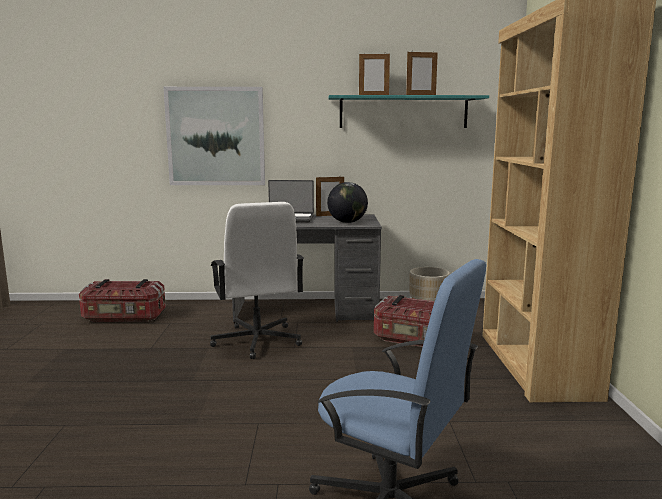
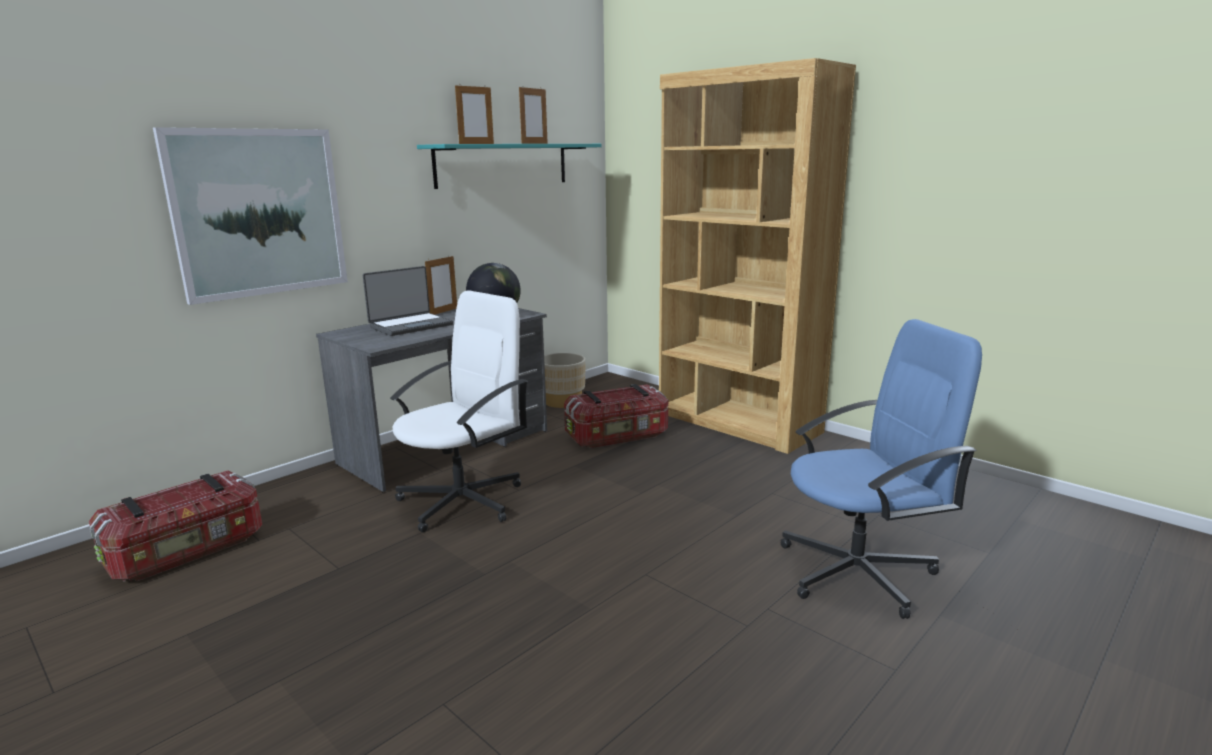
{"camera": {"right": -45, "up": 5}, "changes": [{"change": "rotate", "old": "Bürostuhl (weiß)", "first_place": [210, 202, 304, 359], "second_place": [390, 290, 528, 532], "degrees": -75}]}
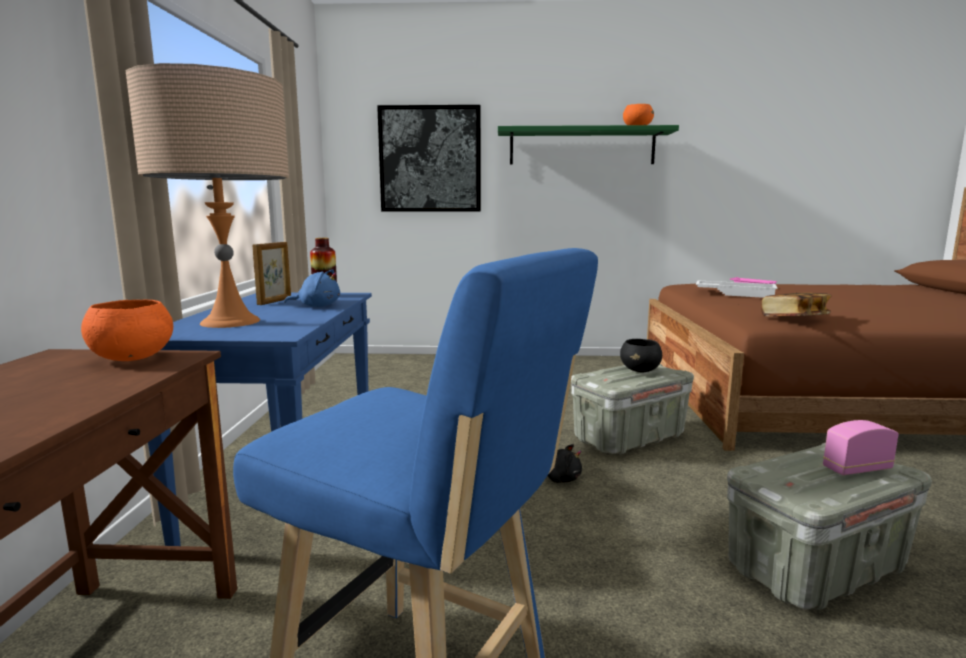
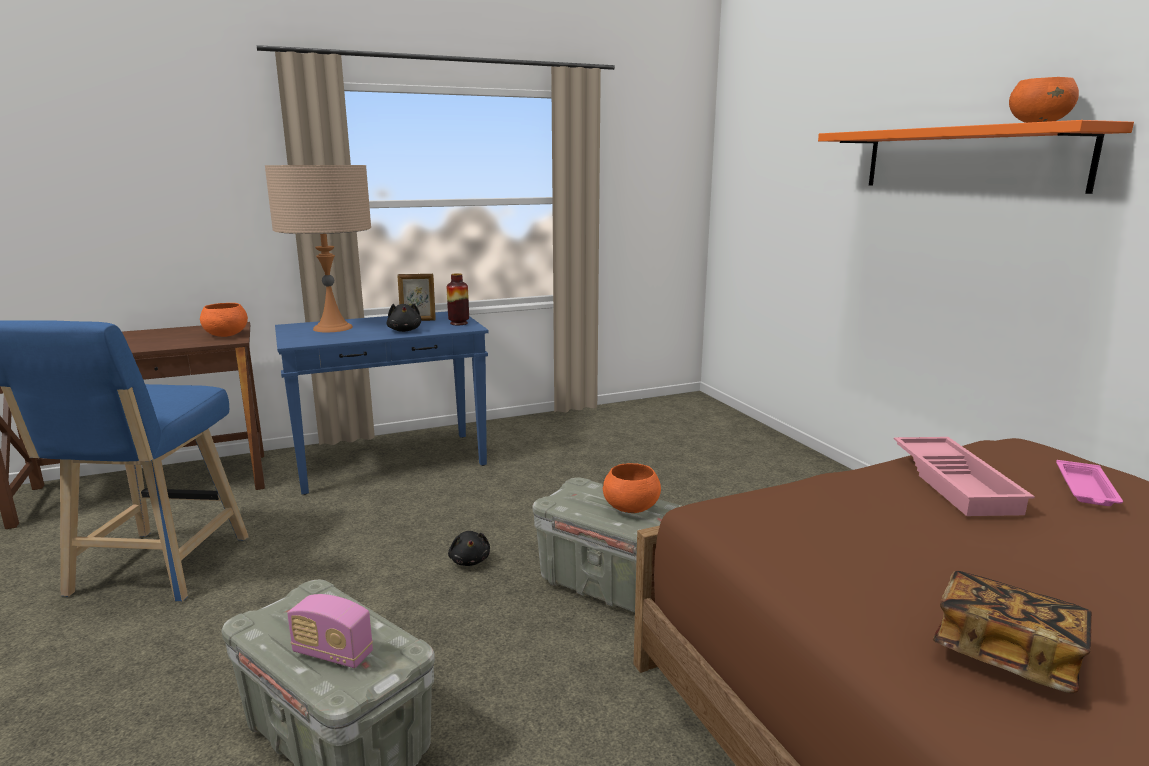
{"camera": {"right": 65, "up": 5}, "changes": [{"change": "delete", "old": "Bild", "first_place": [377, 105, 481, 212]}, {"change": "recolor", "old": "Wandregal (grün)", "new": "Wandregal (orange)", "first_place": [498, 125, 679, 165], "second_place": [818, 120, 1134, 194]}, {"change": "recolor", "old": "Plüschtier (blau)", "new": "Plüschtier (schwarz)", "first_place": [284, 270, 340, 307], "second_place": [387, 303, 422, 332]}, {"change": "recolor", "old": "Tablett (weiß)", "new": "Tablett (rosa)", "first_place": [696, 281, 777, 298], "second_place": [894, 437, 1035, 516]}, {"change": "move", "old": "Buch", "first_place": [761, 293, 832, 316], "second_place": [933, 571, 1092, 693]}, {"change": "recolor", "old": "Schüssel (schwarz)", "new": "Schüssel (orange)", "first_place": [620, 339, 662, 372], "second_place": [603, 463, 661, 513]}, {"change": "rotate", "old": "Radio", "first_place": [823, 420, 899, 475], "second_place": [287, 594, 373, 668], "degrees": 150}]}
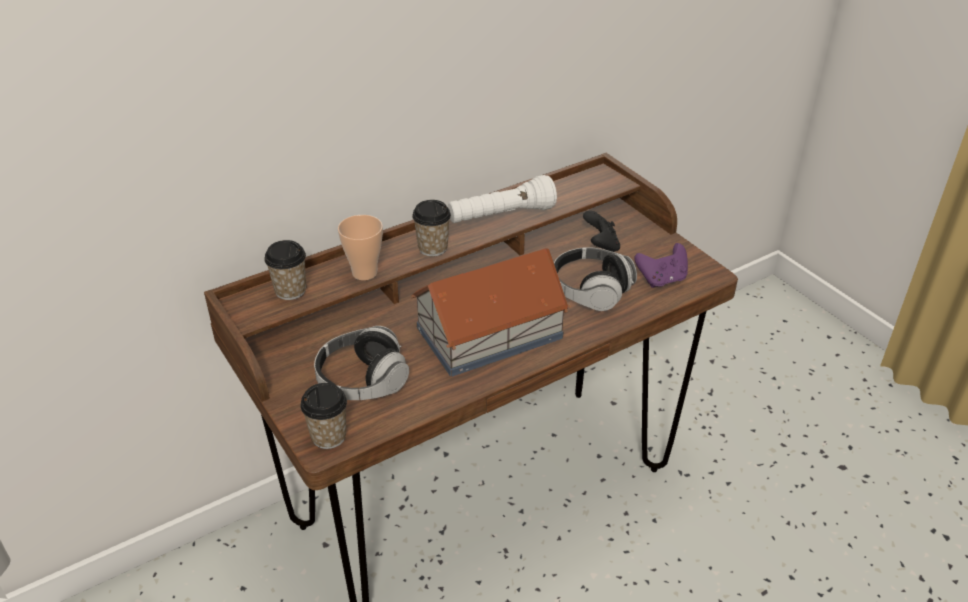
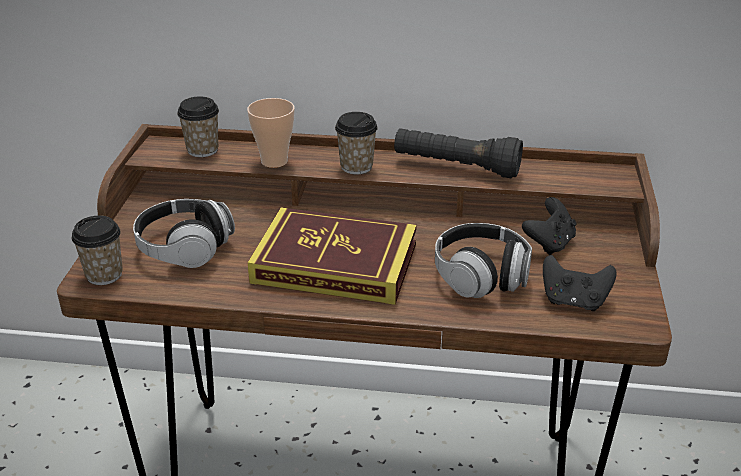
{"camera": {"right": 40, "up": -5}, "changes": [{"change": "recolor", "old": "Taschenlampe (weiß)", "new": "Taschenlampe (schwarz)", "first_place": [448, 175, 557, 223], "second_place": [394, 128, 523, 178]}, {"change": "recolor", "old": "Gamepad (lila)", "new": "Gamepad (schwarz)", "first_place": [634, 243, 688, 288], "second_place": [543, 255, 617, 311]}, {"change": "replace", "old": "Spielzeughaus", "new": "Buch", "first_place": [411, 248, 571, 377], "second_place": [248, 208, 417, 305]}]}
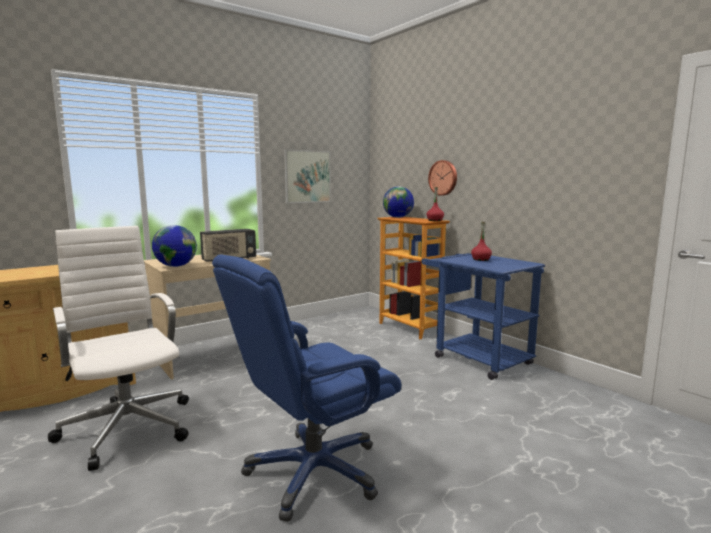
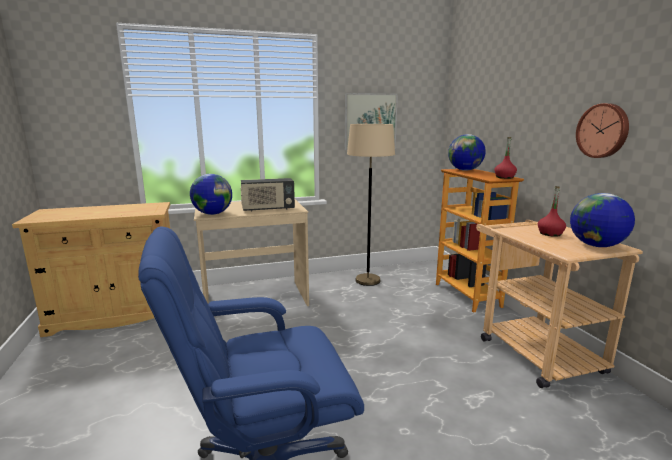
{"camera": {"right": 20, "up": 5}, "changes": [{"change": "move", "old": "Wanduhr", "first_place": [428, 160, 457, 196], "second_place": [576, 103, 629, 158]}, {"change": "delete", "old": "Bürostuhl (weiß)", "first_place": [48, 226, 189, 471]}, {"change": "recolor", "old": "Rollwagen (blau)", "new": "Rollwagen (beige)", "first_place": [422, 253, 545, 380], "second_place": [476, 220, 643, 388]}, {"change": "insert", "new": "Stehlampe (beige)", "second_place": [347, 124, 395, 286]}, {"change": "insert", "new": "Globus", "second_place": [570, 193, 635, 247]}]}
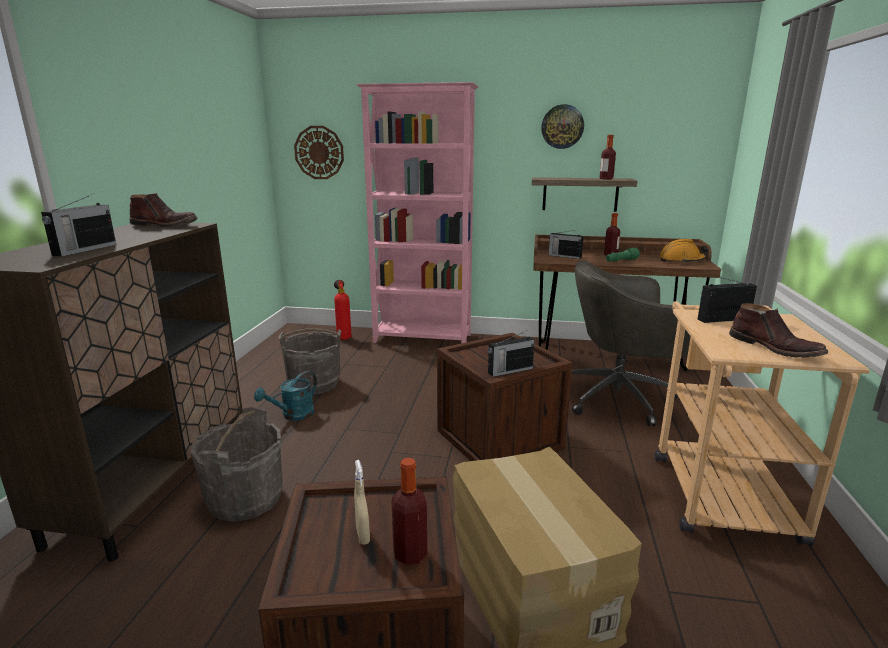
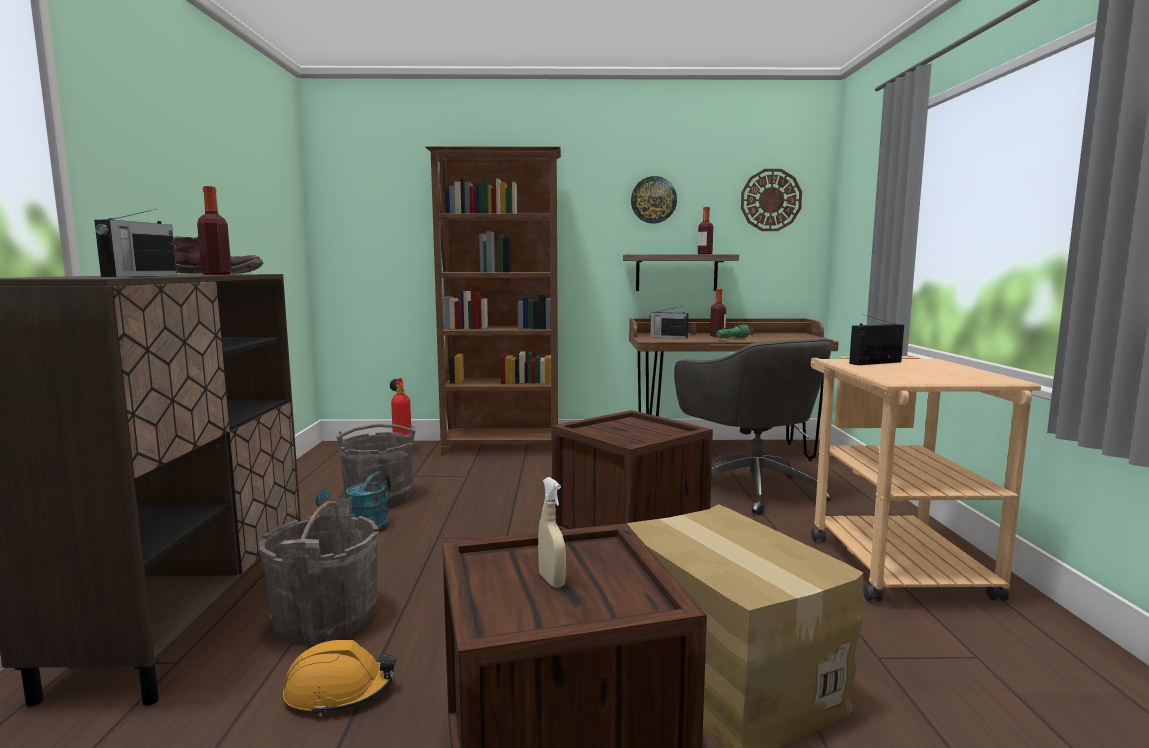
{"camera": {"right": -10, "up": -10}, "changes": [{"change": "recolor", "old": "Bücherregal (rosa)", "new": "Bücherregal (braun)", "first_place": [356, 82, 479, 343], "second_place": [425, 146, 561, 455]}, {"change": "move", "old": "Wanduhr", "first_place": [294, 126, 344, 179], "second_place": [741, 169, 802, 231]}, {"change": "move", "old": "Schutzhelm (orange)", "first_place": [659, 239, 709, 263], "second_place": [283, 640, 396, 717]}, {"change": "rotate", "old": "Bürostuhl (grau)", "first_place": [571, 260, 691, 426], "second_place": [674, 338, 833, 515], "degrees": -105}, {"change": "delete", "old": "Stiefel (braun)", "first_place": [729, 303, 828, 358]}, {"change": "delete", "old": "Radio", "first_place": [488, 331, 535, 377]}, {"change": "move", "old": "Flasche", "first_place": [391, 458, 427, 565], "second_place": [197, 186, 232, 275]}]}
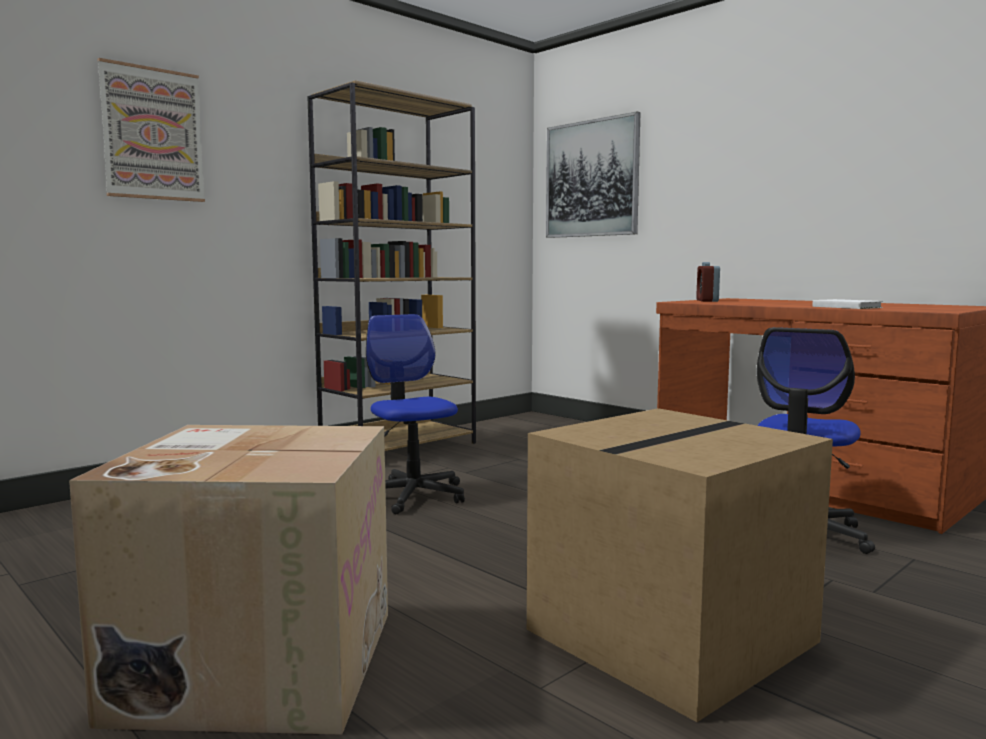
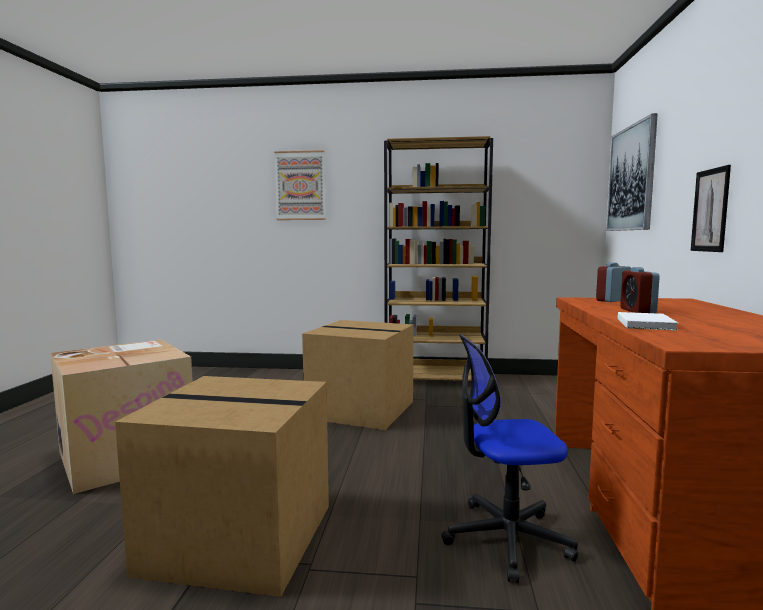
{"camera": {"right": 50, "up": 0}, "changes": [{"change": "replace", "old": "Bürostuhl", "new": "Karton", "first_place": [366, 314, 465, 514], "second_place": [302, 320, 413, 430]}, {"change": "insert", "new": "Bild", "second_place": [691, 165, 731, 252]}, {"change": "insert", "new": "Wecker", "second_place": [620, 267, 660, 313]}]}
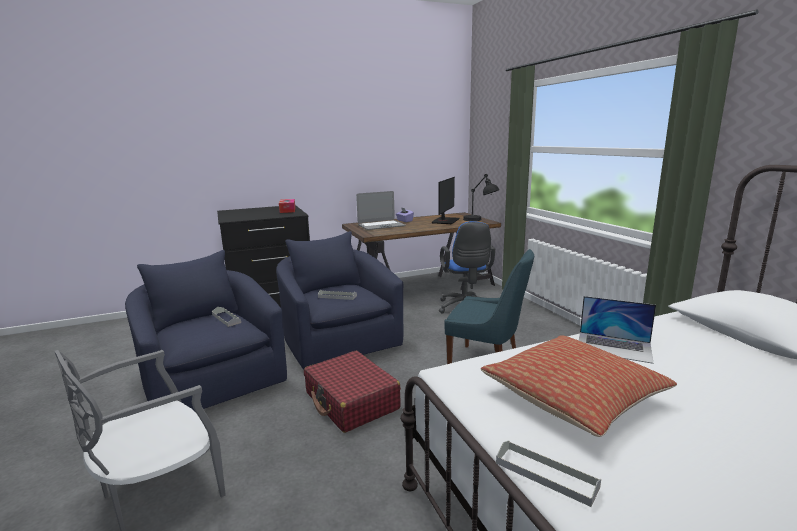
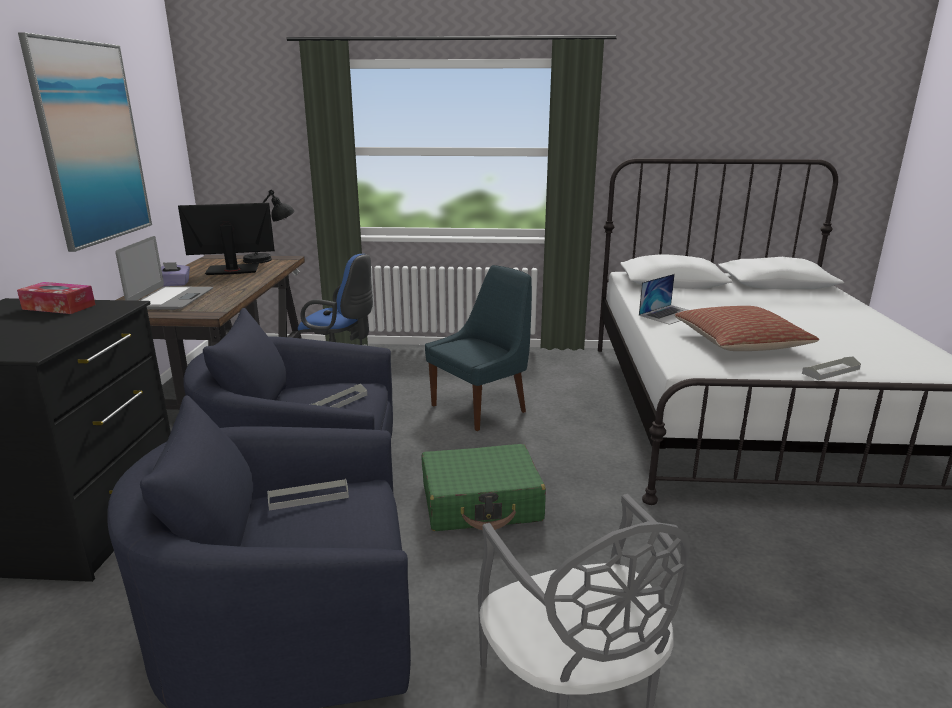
{"camera": {"right": -65, "up": 5}, "changes": [{"change": "rotate", "old": "Monitor", "first_place": [432, 177, 460, 224], "second_place": [178, 203, 275, 275], "degrees": -60}, {"change": "recolor", "old": "Koffer (rot)", "new": "Koffer (grün)", "first_place": [304, 351, 401, 433], "second_place": [422, 444, 546, 531]}, {"change": "insert", "new": "Bild", "second_place": [18, 32, 152, 252]}]}
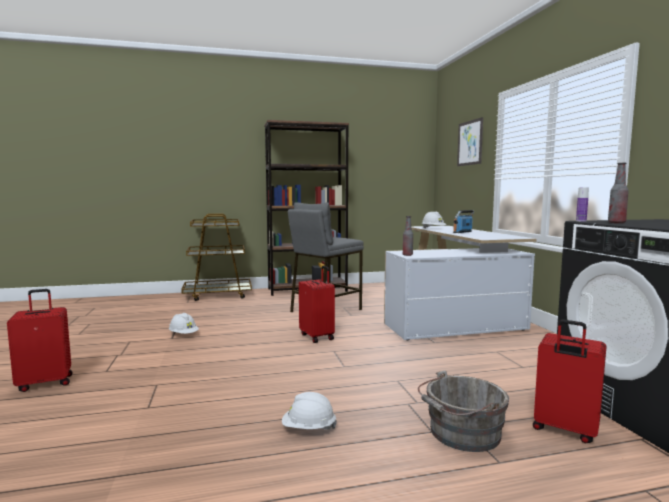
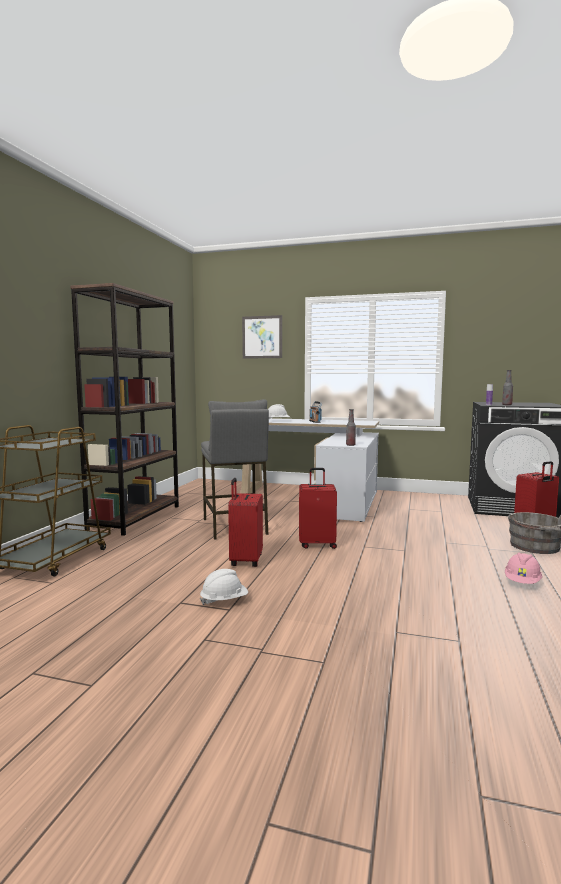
{"camera": {"right": -60, "up": 0}, "changes": [{"change": "move", "old": "Koffer (rot)", "first_place": [7, 289, 73, 392], "second_place": [228, 478, 263, 567]}, {"change": "recolor", "old": "Schutzhelm (weiß)", "new": "Schutzhelm (rosa)", "first_place": [282, 392, 337, 430], "second_place": [505, 552, 542, 584]}]}
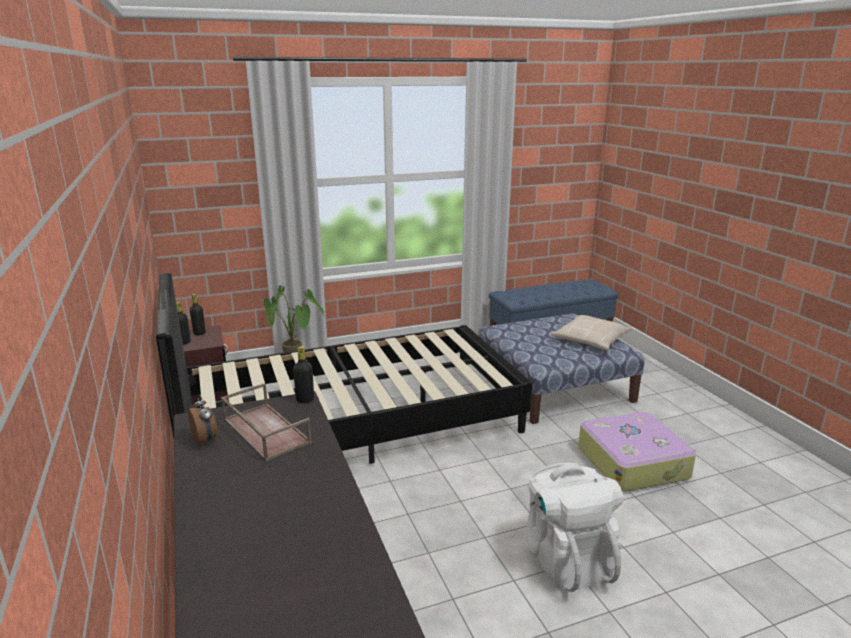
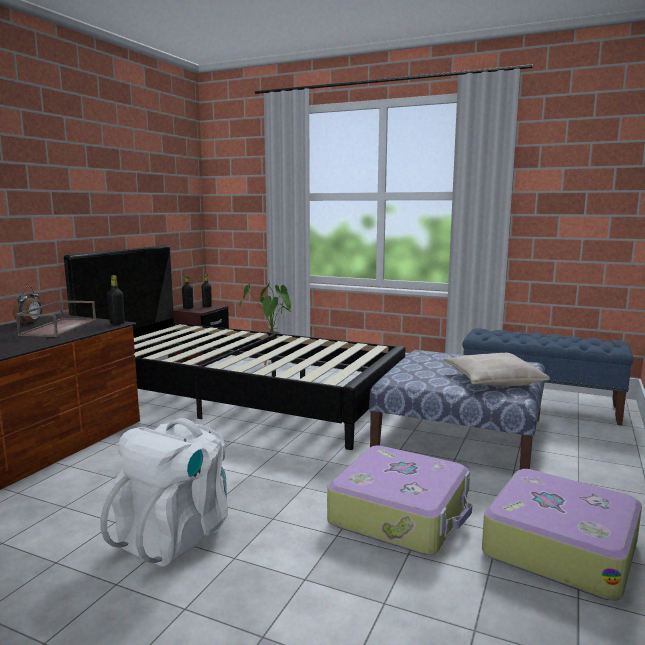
{"camera": {"right": 45, "up": -10}, "changes": [{"change": "insert", "new": "Koffer", "second_place": [482, 469, 642, 600]}]}
